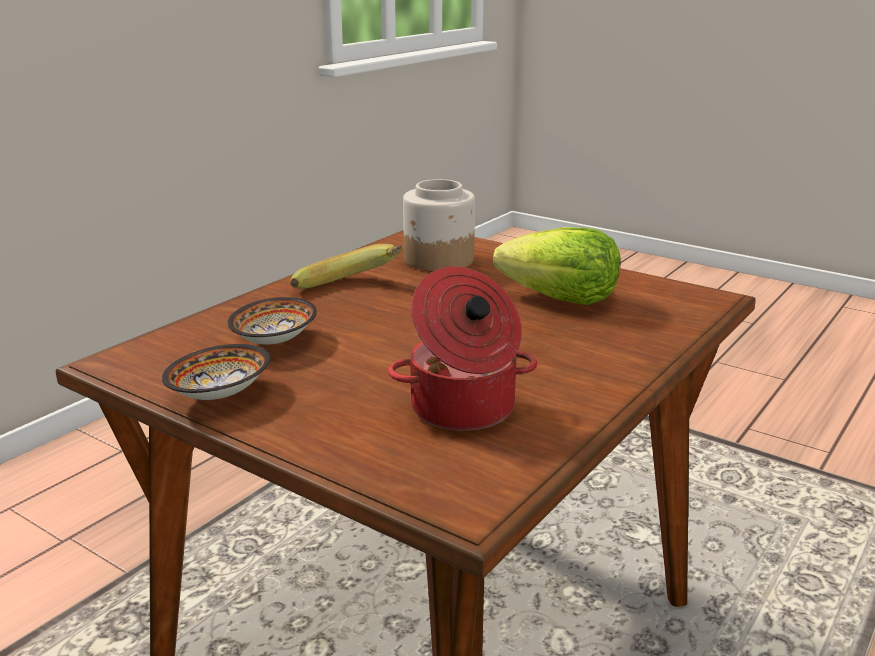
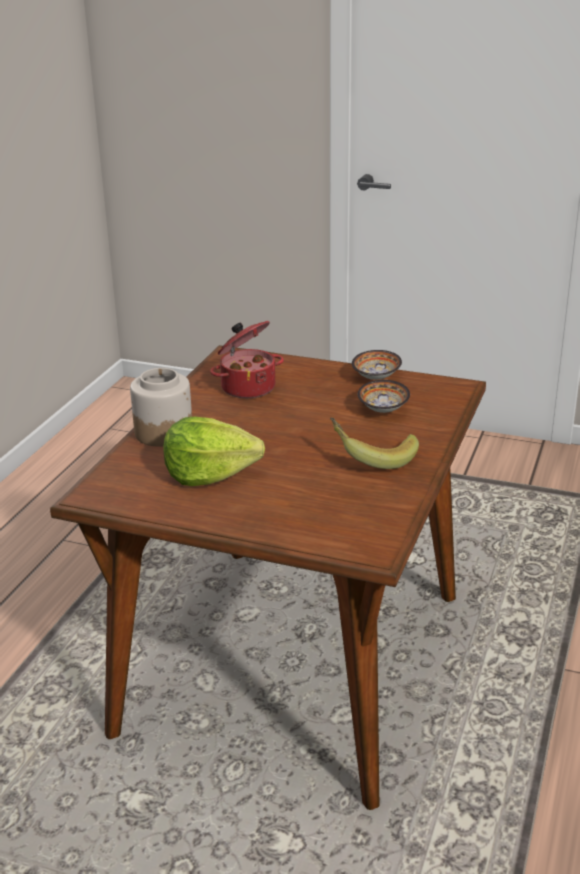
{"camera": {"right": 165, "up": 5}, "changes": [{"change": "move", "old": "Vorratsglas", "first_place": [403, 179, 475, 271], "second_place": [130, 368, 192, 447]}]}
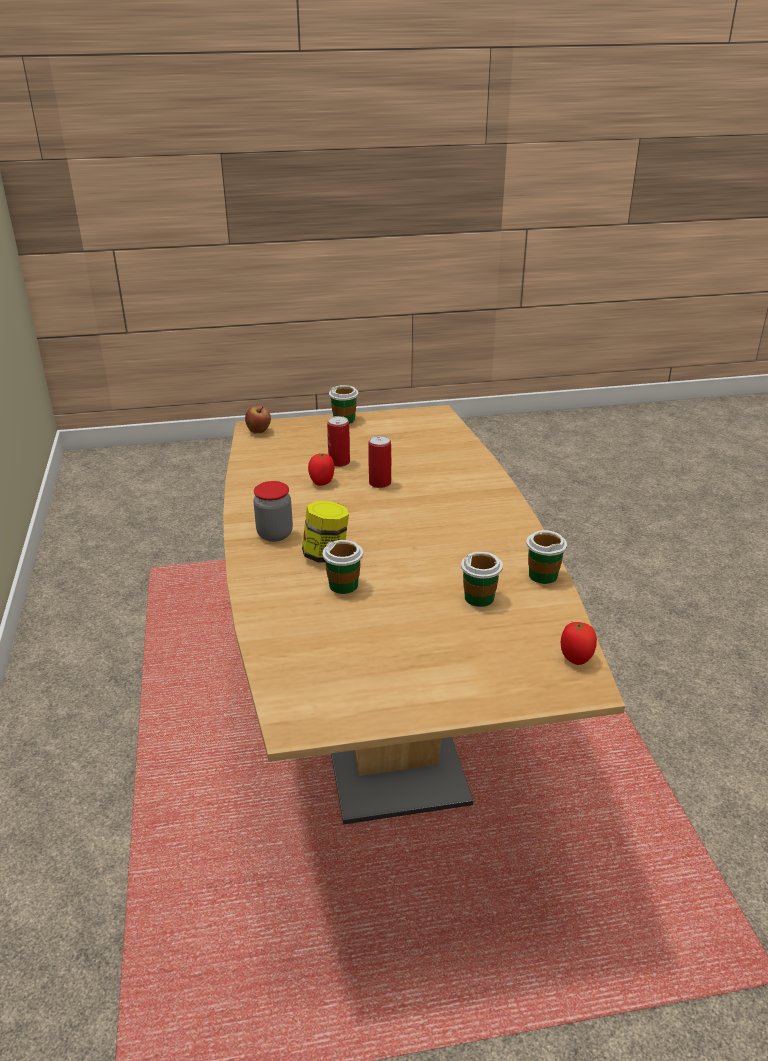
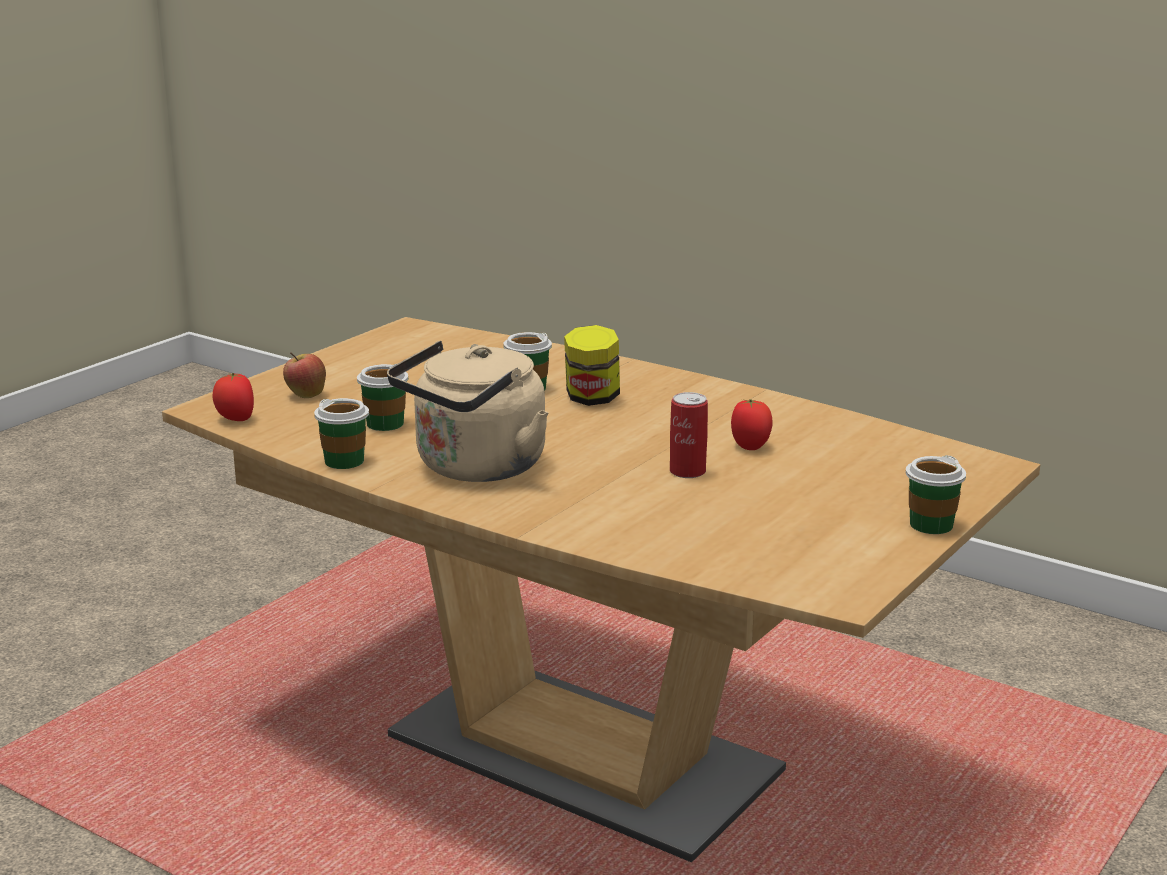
{"camera": {"right": 135, "up": -10}, "changes": [{"change": "move", "old": "Apfel", "first_place": [245, 406, 271, 433], "second_place": [283, 352, 326, 398]}, {"change": "delete", "old": "Dose", "first_place": [327, 416, 350, 467]}, {"change": "delete", "old": "Vorratsglas", "first_place": [253, 481, 293, 542]}, {"change": "insert", "new": "Wasserkessel (beige)", "second_place": [387, 341, 548, 482]}]}
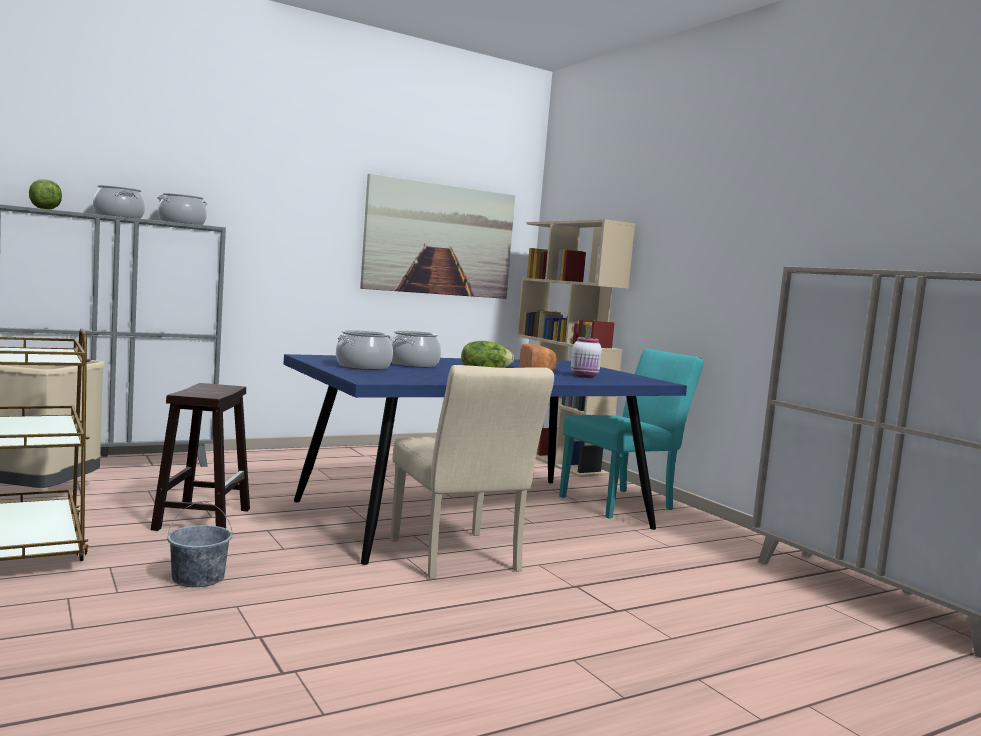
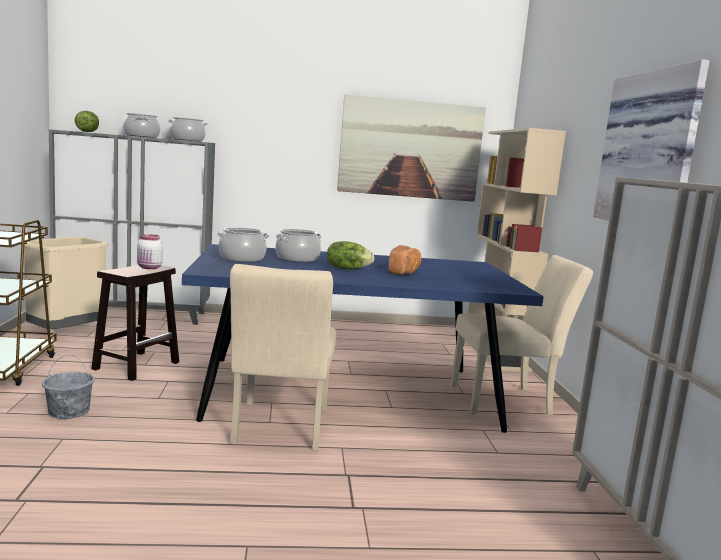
{"camera": {"right": 25, "up": 5}, "changes": [{"change": "move", "old": "Vorratsglas (weiß)", "first_place": [571, 337, 602, 378], "second_place": [137, 234, 163, 269]}, {"change": "recolor", "old": "Stuhl (türkis)", "new": "Stuhl (beige)", "first_place": [559, 348, 704, 518], "second_place": [451, 255, 593, 415]}, {"change": "insert", "new": "Bild", "second_place": [593, 59, 709, 221]}]}
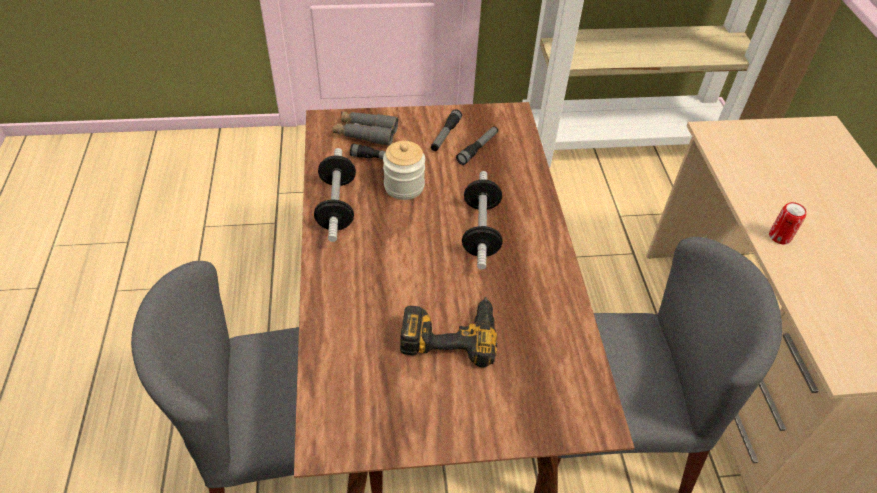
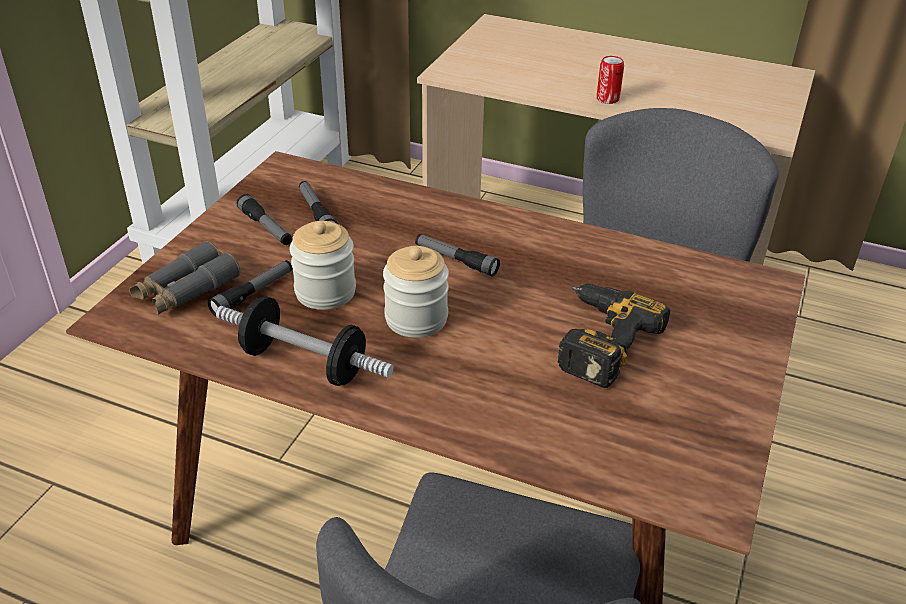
{"camera": {"right": -60, "up": -10}, "changes": [{"change": "replace", "old": "Hantel", "new": "Taschenlampe", "first_place": [462, 171, 503, 270], "second_place": [415, 234, 500, 277]}, {"change": "insert", "new": "Vorratsglas", "second_place": [383, 246, 449, 338]}]}
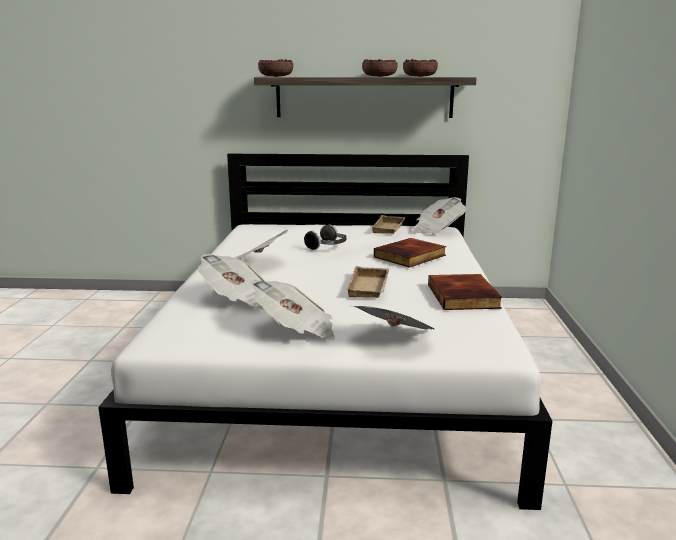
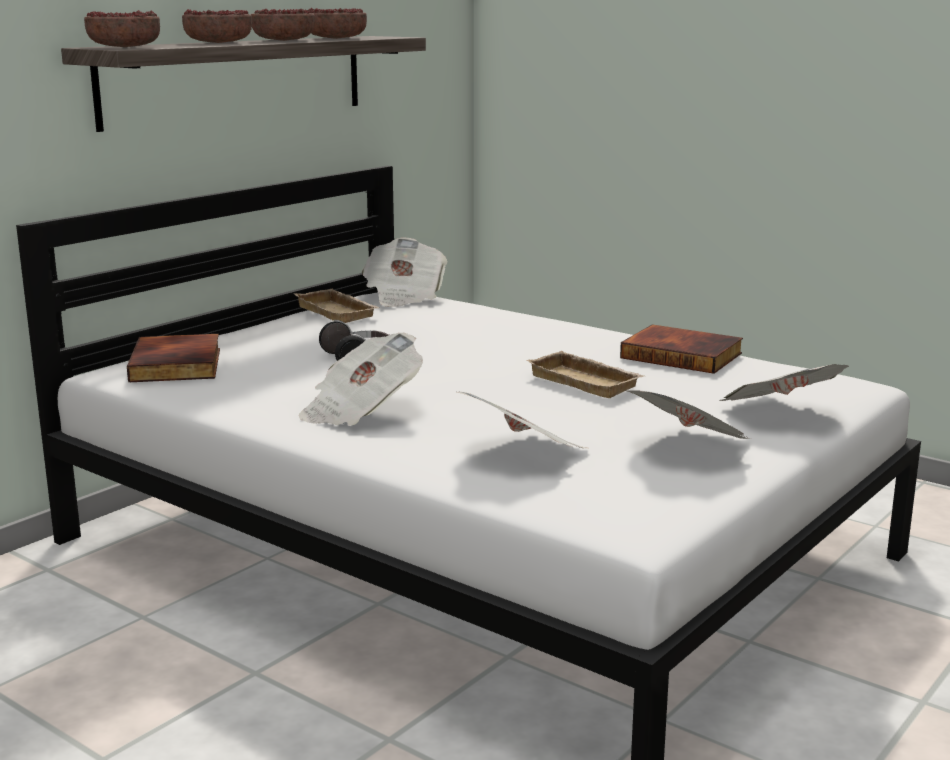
{"camera": {"right": -55, "up": 0}, "changes": [{"change": "move", "old": "Buch", "first_place": [374, 238, 446, 268], "second_place": [127, 334, 220, 382]}, {"change": "insert", "new": "Schüssel", "second_place": [182, 9, 252, 43]}]}
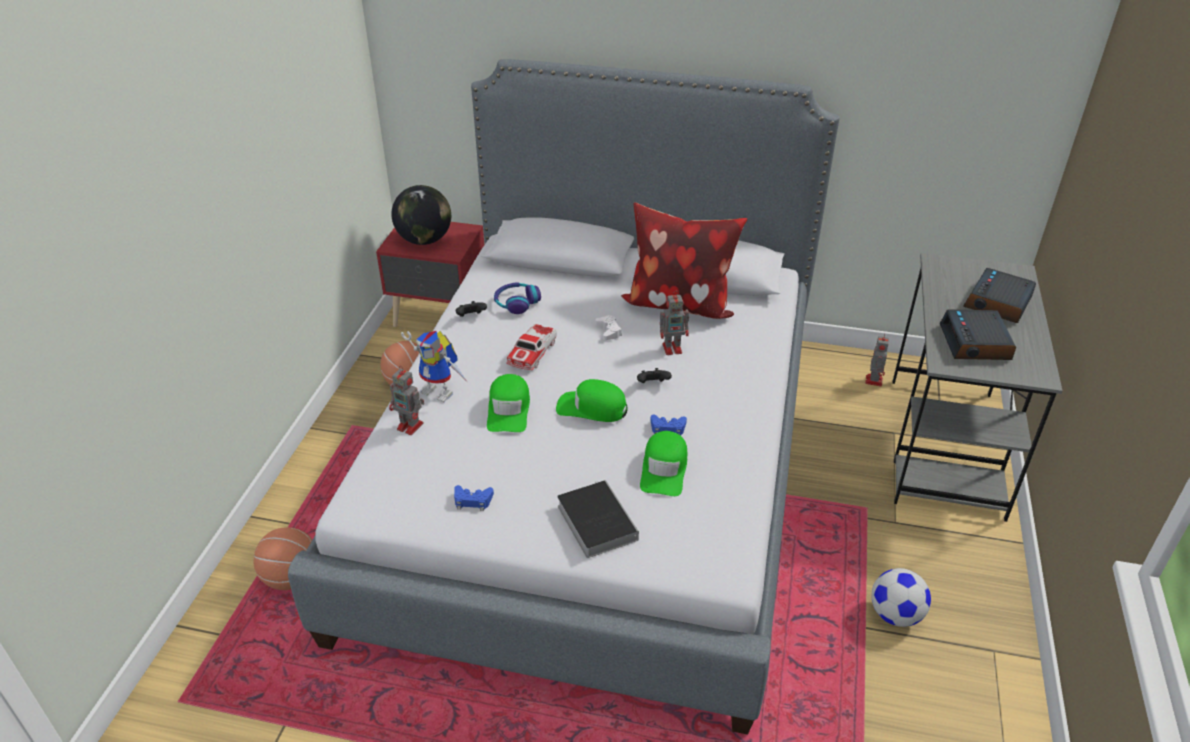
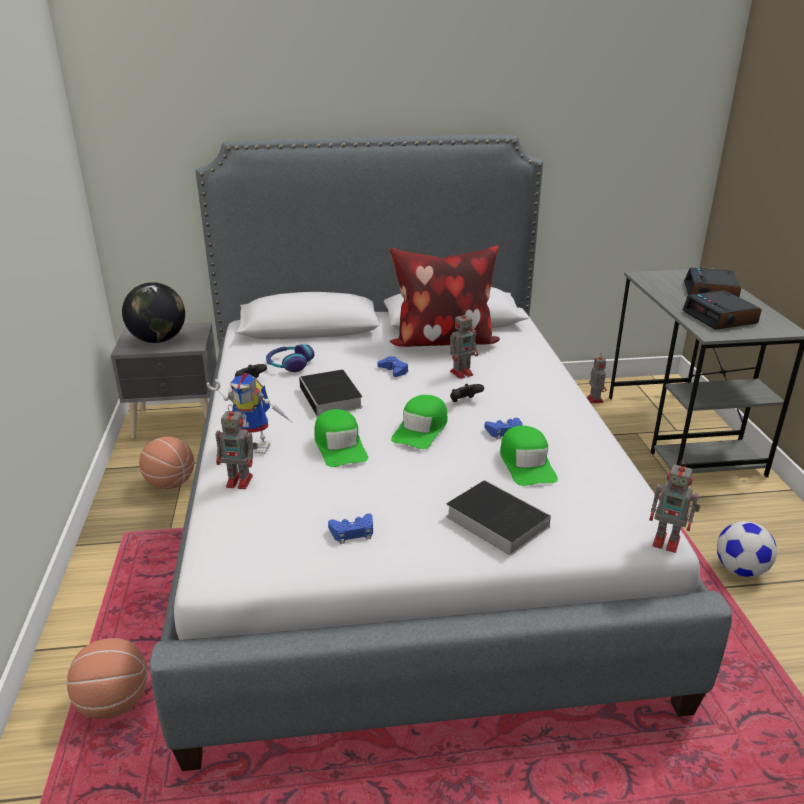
{"camera": {"right": -20, "up": -10}, "changes": [{"change": "recolor", "old": "Nachttisch (rot)", "new": "Nachttisch (grau)", "first_place": [376, 222, 484, 327], "second_place": [111, 322, 217, 439]}, {"change": "recolor", "old": "Gamepad (weiß)", "new": "Gamepad (blau)", "first_place": [595, 315, 622, 340], "second_place": [377, 356, 408, 377]}, {"change": "replace", "old": "Spielzeugauto", "new": "Buch", "first_place": [506, 324, 557, 370], "second_place": [299, 370, 363, 417]}, {"change": "rotate", "old": "Kappe (grün)", "first_place": [556, 379, 627, 422], "second_place": [391, 395, 447, 449], "degrees": -60}, {"change": "insert", "new": "Spielzeugroboter", "second_place": [649, 459, 700, 553]}]}
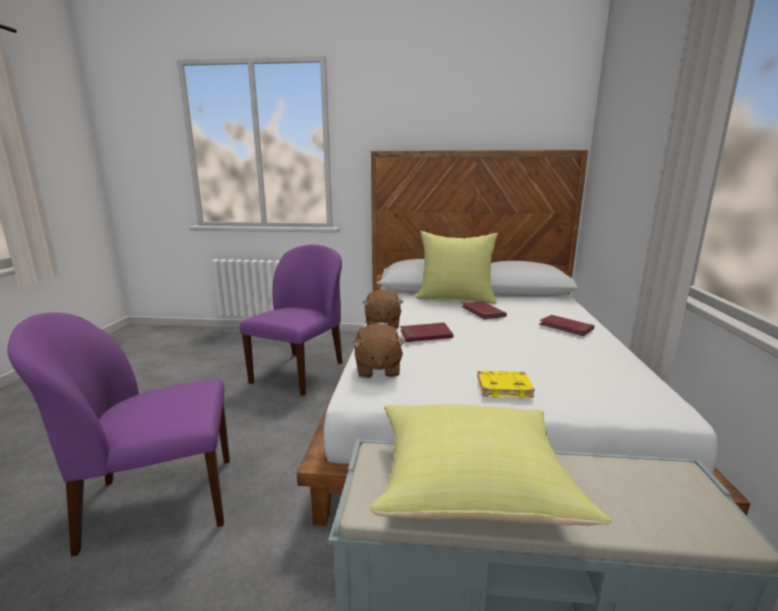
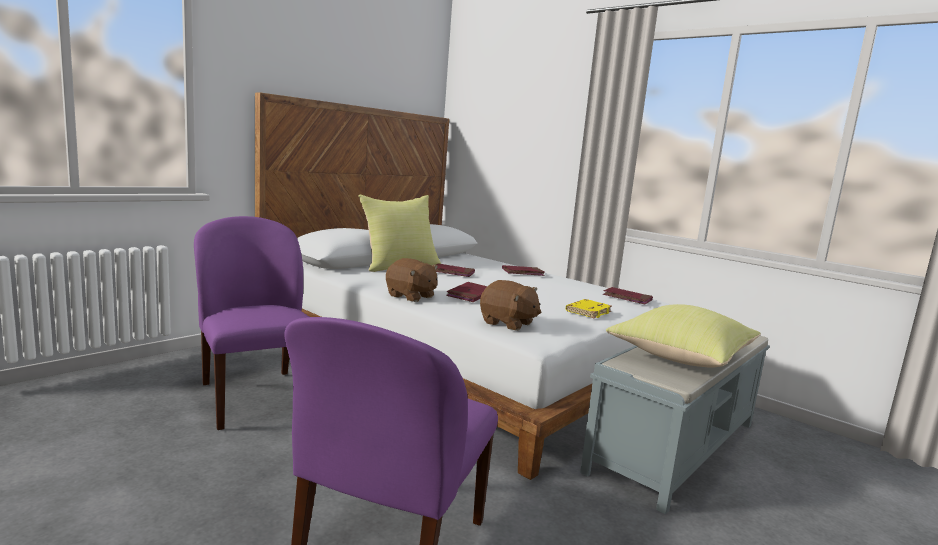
{"camera": {"right": -55, "up": -5}, "changes": [{"change": "insert", "new": "Buch (rot)", "second_place": [603, 287, 653, 304]}]}
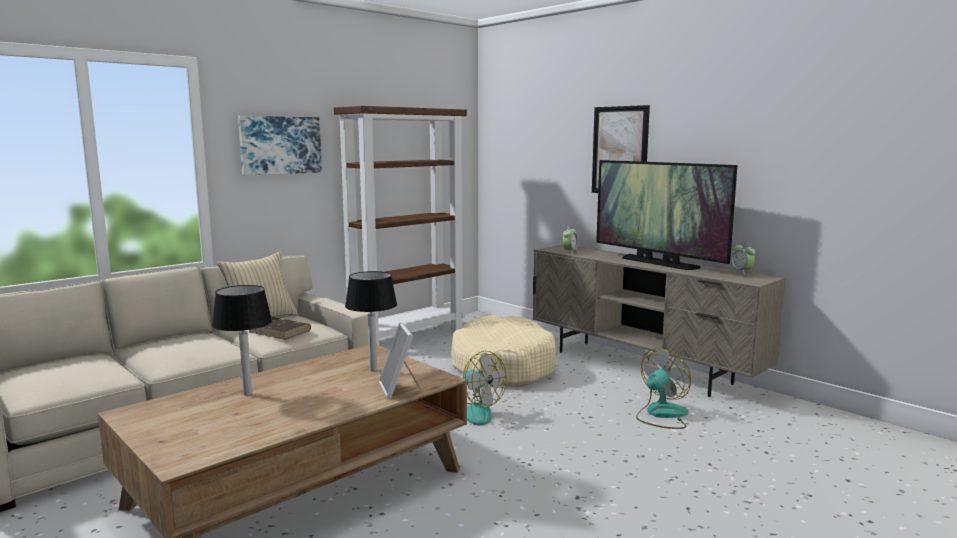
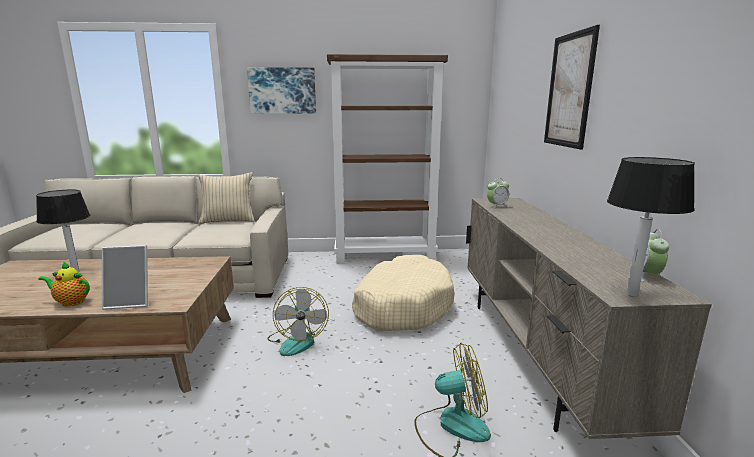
{"camera": {"right": 40, "up": 5}, "changes": [{"change": "delete", "old": "Fernseher", "first_place": [596, 160, 738, 270]}, {"change": "move", "old": "Tischlampe", "first_place": [345, 271, 397, 371], "second_place": [607, 157, 695, 297]}, {"change": "delete", "old": "Buch (braun)", "first_place": [249, 317, 311, 340]}, {"change": "rotate", "old": "Bilderrahmen", "first_place": [379, 323, 421, 399], "second_place": [102, 245, 148, 310], "degrees": -120}, {"change": "insert", "new": "Teekanne", "second_place": [38, 261, 90, 306]}]}
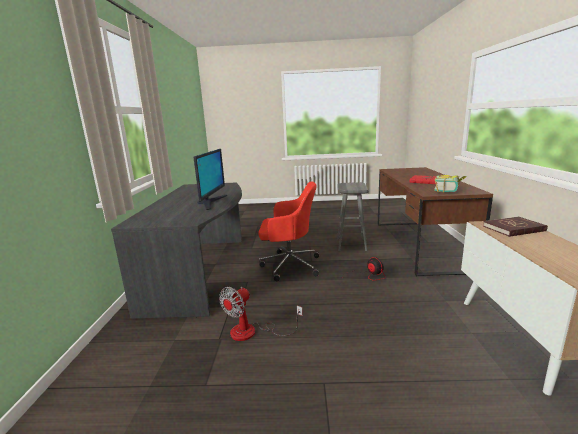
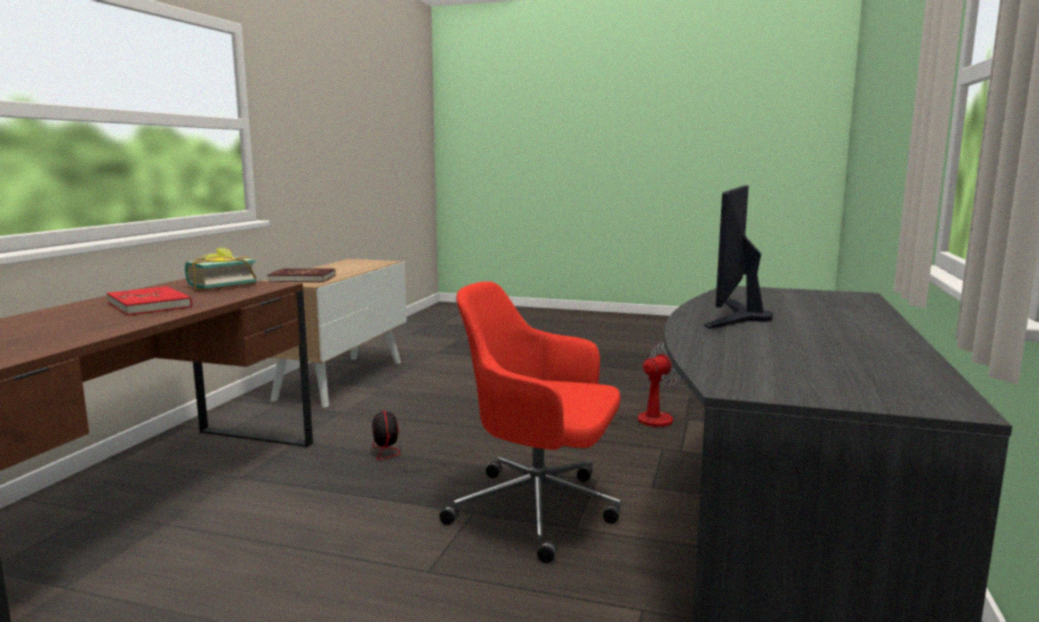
{"camera": {"right": -165, "up": -5}, "changes": [{"change": "delete", "old": "Hocker (grau)", "first_place": [337, 182, 369, 251]}]}
